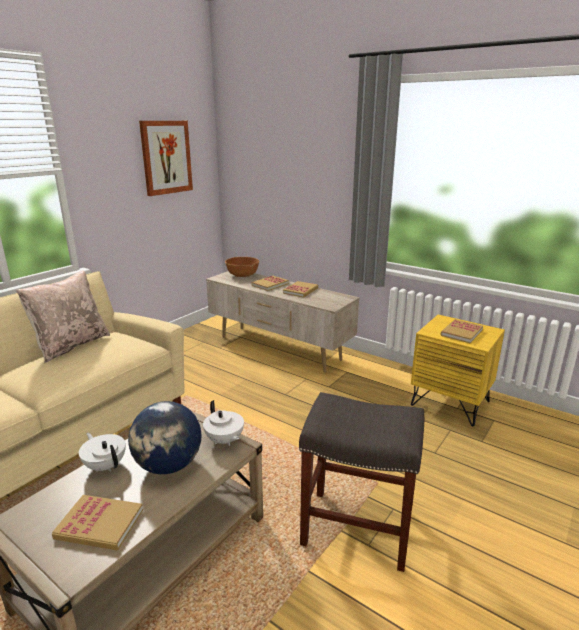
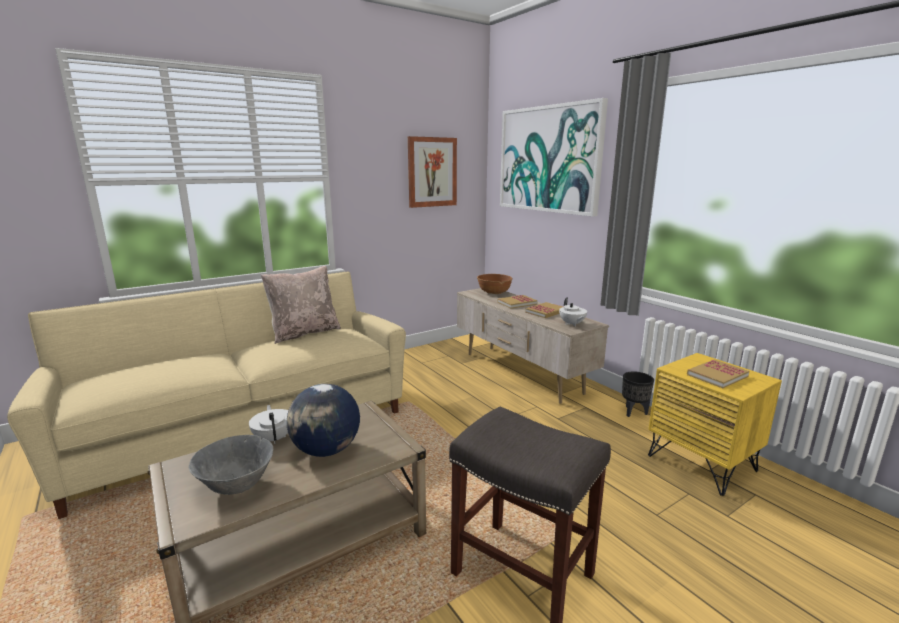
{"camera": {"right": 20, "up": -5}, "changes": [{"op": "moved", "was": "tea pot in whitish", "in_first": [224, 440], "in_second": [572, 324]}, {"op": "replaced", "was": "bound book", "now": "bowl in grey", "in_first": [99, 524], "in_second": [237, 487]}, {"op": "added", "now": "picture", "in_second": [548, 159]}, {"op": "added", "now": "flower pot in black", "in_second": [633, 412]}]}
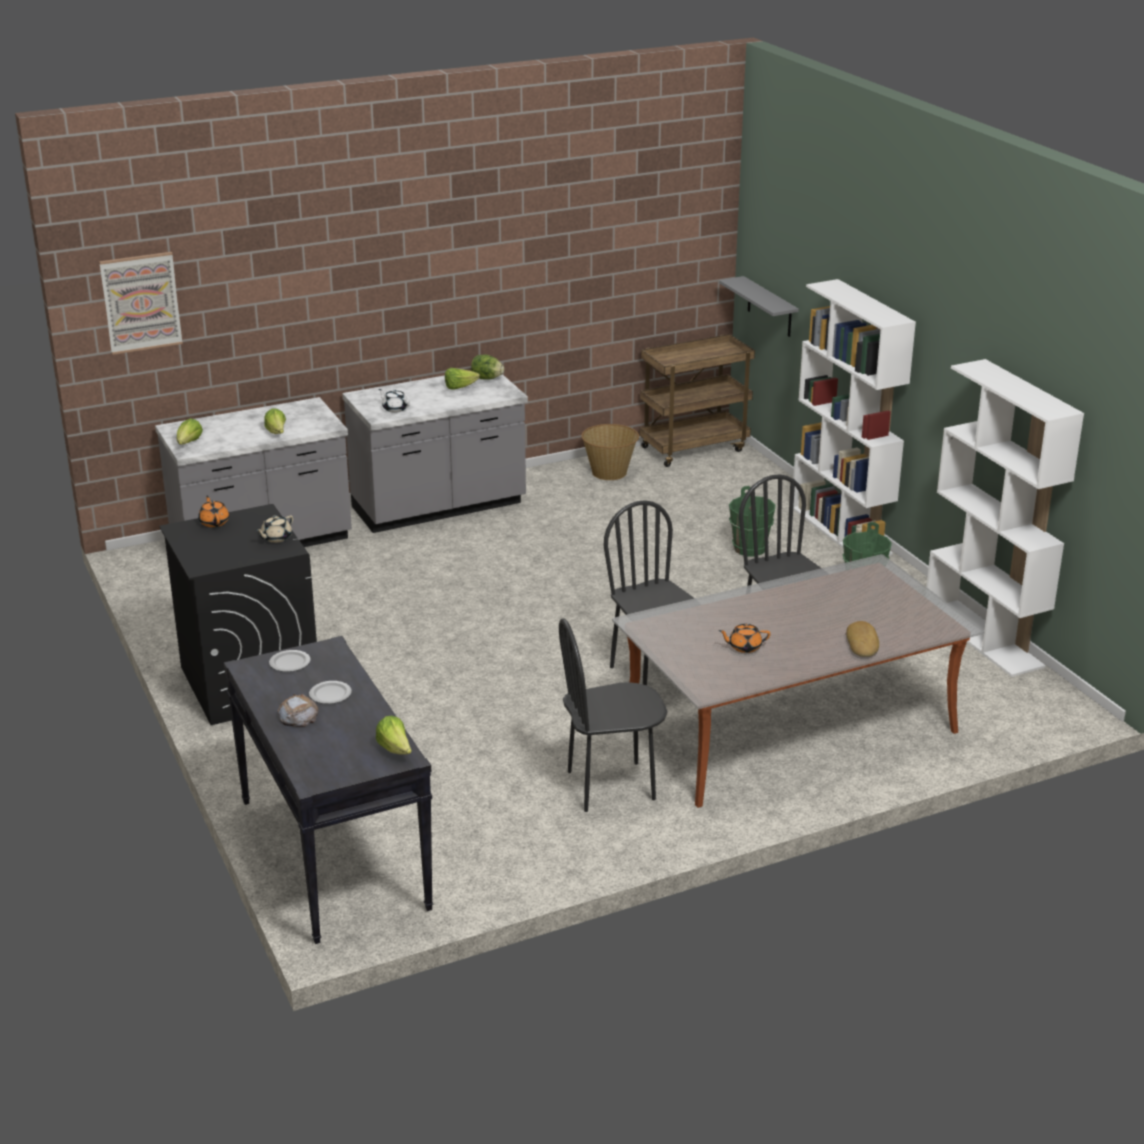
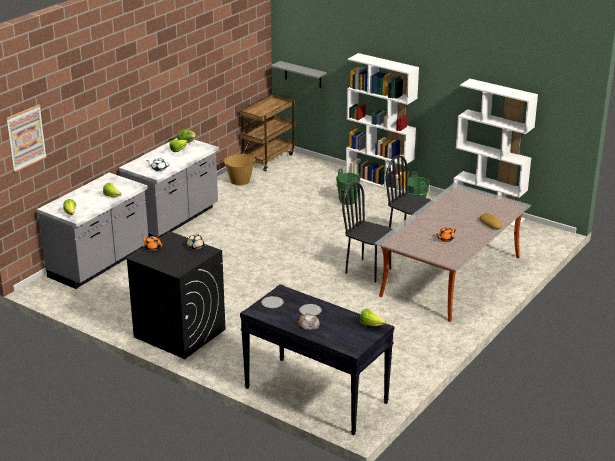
{"camera": {"right": -30, "up": 0}, "changes": [{"op": "removed", "was": "chair in black", "in_first": [611, 786]}]}
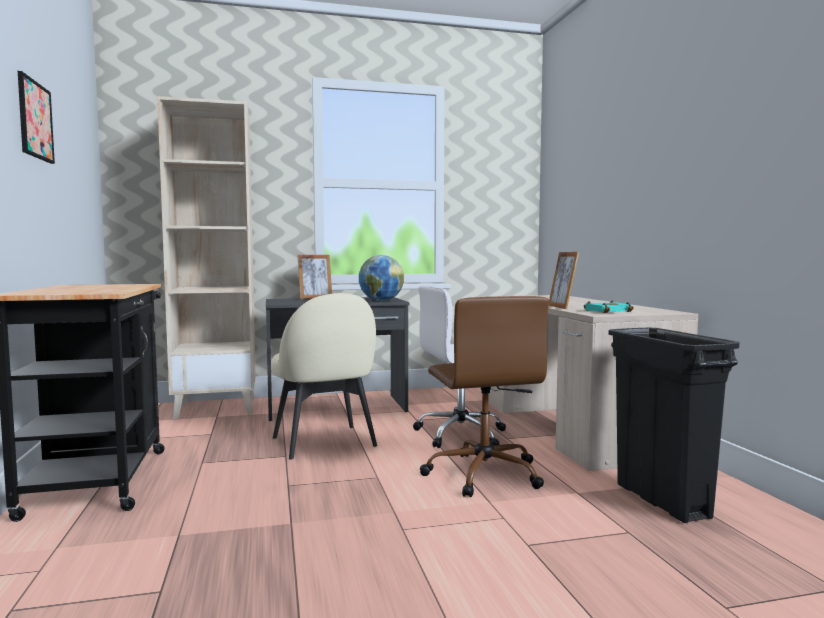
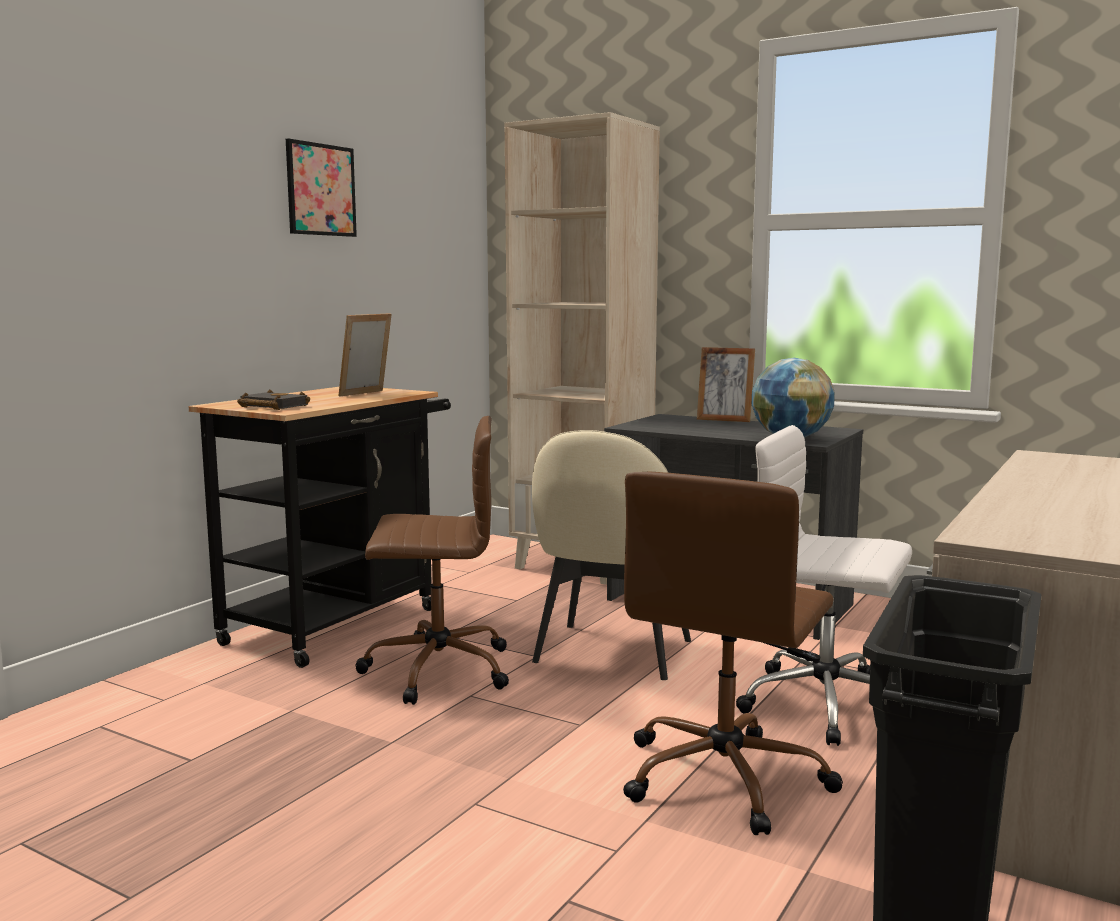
{"camera": {"right": 45, "up": 5}, "changes": [{"op": "moved", "was": "picture frame", "in_first": [562, 307], "in_second": [366, 394]}, {"op": "removed", "was": "bound book in turquoise-coloured", "in_first": [607, 311]}, {"op": "added", "now": "bound book in black", "in_second": [271, 406]}, {"op": "added", "now": "computer chair in brownish", "in_second": [435, 669]}]}
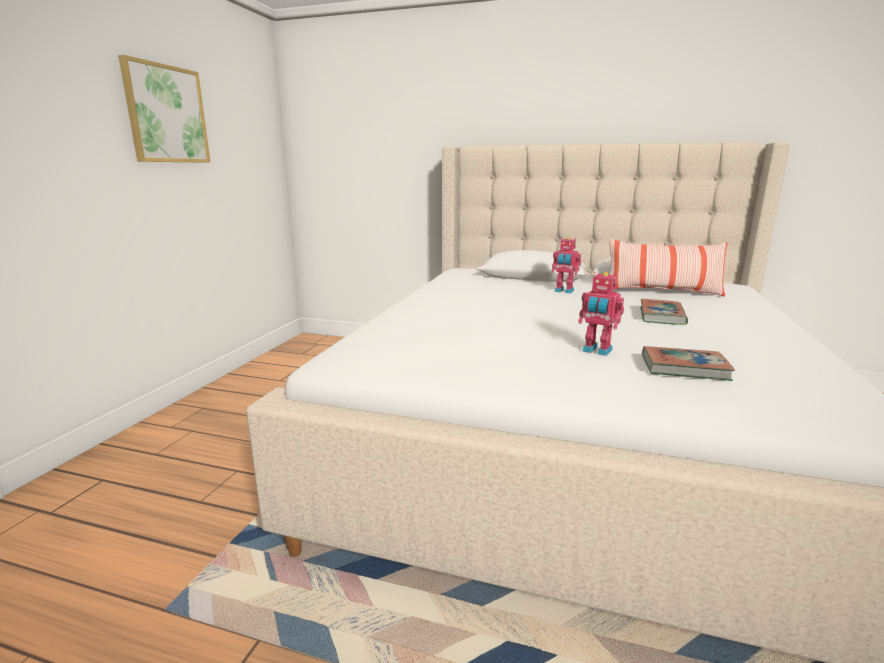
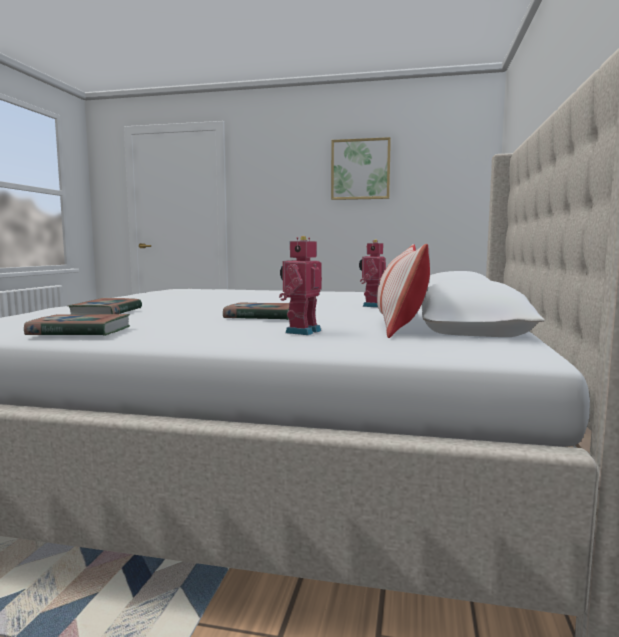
{"camera": {"right": 85, "up": -10}, "changes": [{"op": "moved", "was": "model robot", "in_first": [596, 351], "in_second": [301, 331]}, {"op": "added", "now": "bound book", "in_second": [80, 331]}]}
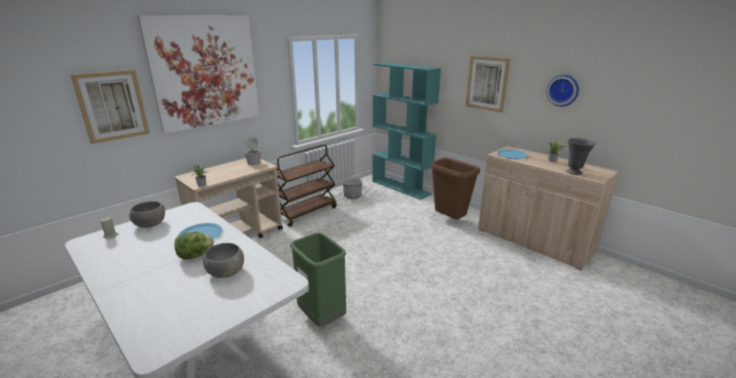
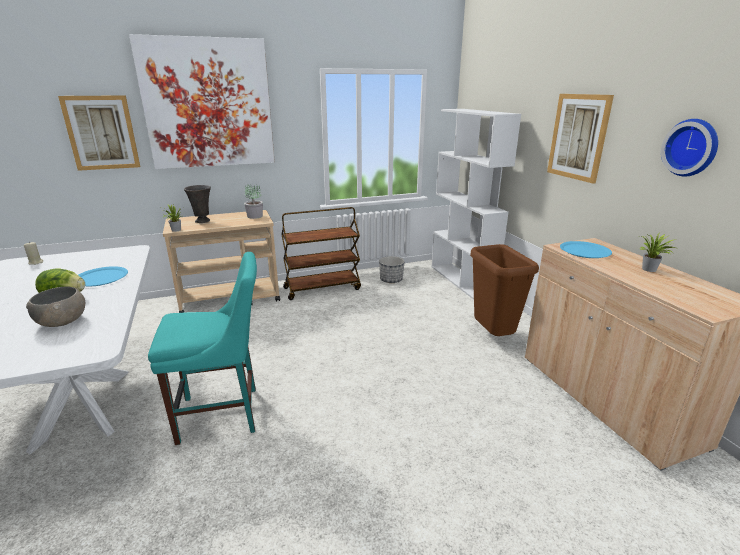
{"camera": {"right": 25, "up": 0}, "changes": [{"op": "recoloured", "was": "bookshelf in turquoise-coloured", "now": "bookshelf in whitish", "in_first": [401, 187], "in_second": [462, 281]}, {"op": "moved", "was": "vase in grey", "in_first": [574, 172], "in_second": [202, 221]}, {"op": "removed", "was": "bowl in grey", "in_first": [150, 224]}, {"op": "replaced", "was": "waste bin in green-coloured", "now": "chair in turquoise-coloured", "in_first": [322, 317], "in_second": [224, 414]}]}
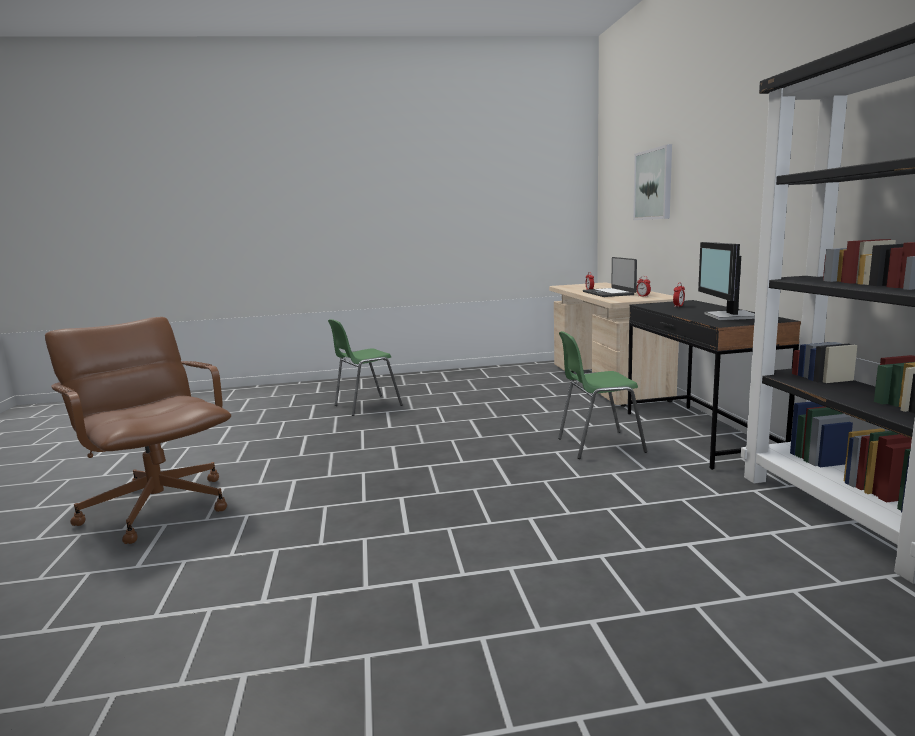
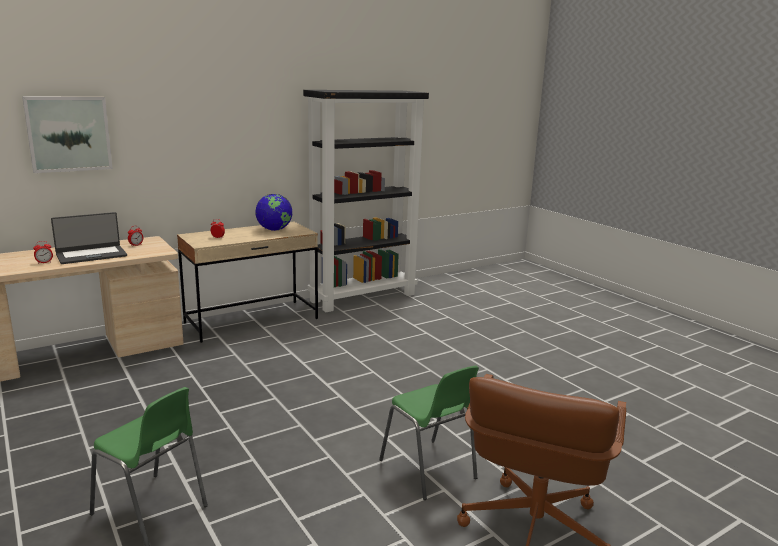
{"camera": {"right": -115, "up": 5}, "changes": [{"op": "replaced", "was": "computer screen", "now": "desk globe", "in_first": [729, 316], "in_second": [274, 230]}, {"op": "recoloured", "was": "desk unit in black", "now": "desk unit in sand-coloured", "in_first": [698, 434], "in_second": [252, 321]}, {"op": "moved", "was": "chair in green-coloured", "in_first": [598, 445], "in_second": [429, 470]}]}
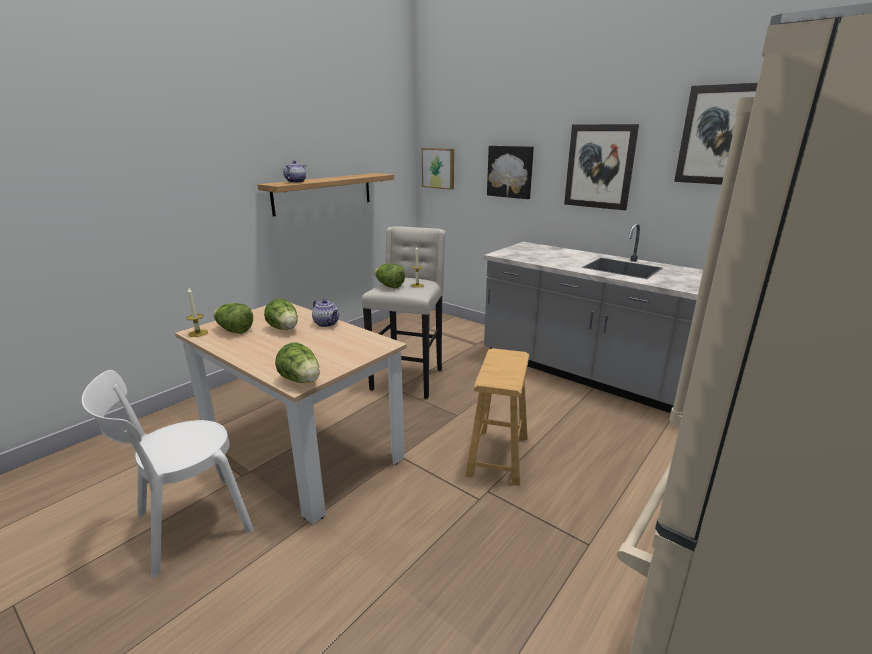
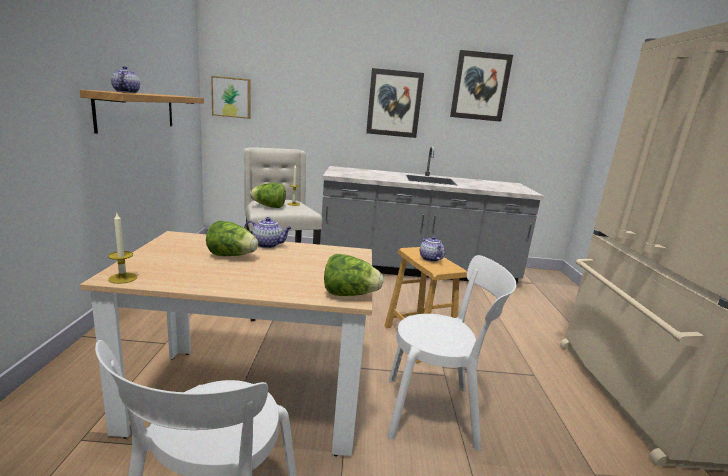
{"camera": {"right": -40, "up": -5}, "changes": [{"op": "removed", "was": "picture", "in_first": [510, 171]}, {"op": "removed", "was": "head of lettuce", "in_first": [234, 330]}, {"op": "added", "now": "tea pot", "in_second": [429, 258]}, {"op": "added", "now": "chair in whitish", "in_second": [436, 411]}]}
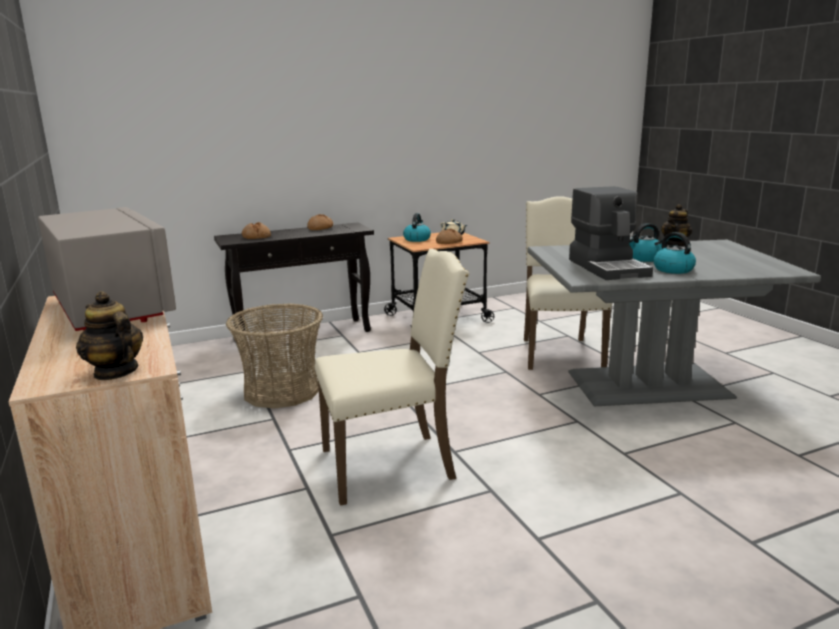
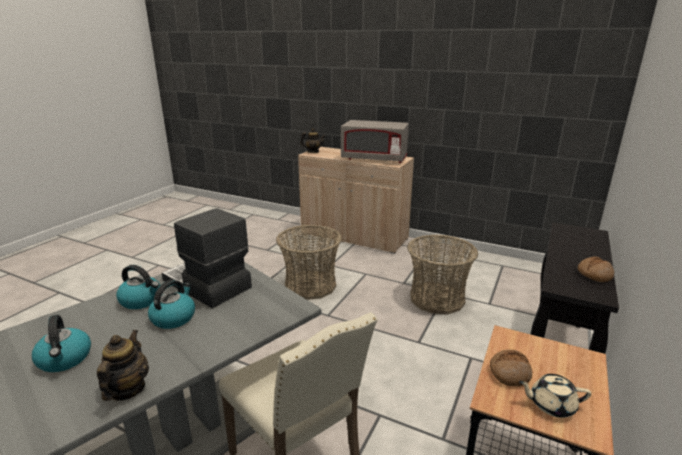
{"camera": {"right": 140, "up": 5}, "changes": [{"op": "moved", "was": "tea kettle", "in_first": [417, 239], "in_second": [65, 359]}, {"op": "removed", "was": "baked bread", "in_first": [256, 237]}, {"op": "replaced", "was": "chair in sand-coloured", "now": "basket", "in_first": [391, 465], "in_second": [310, 285]}]}
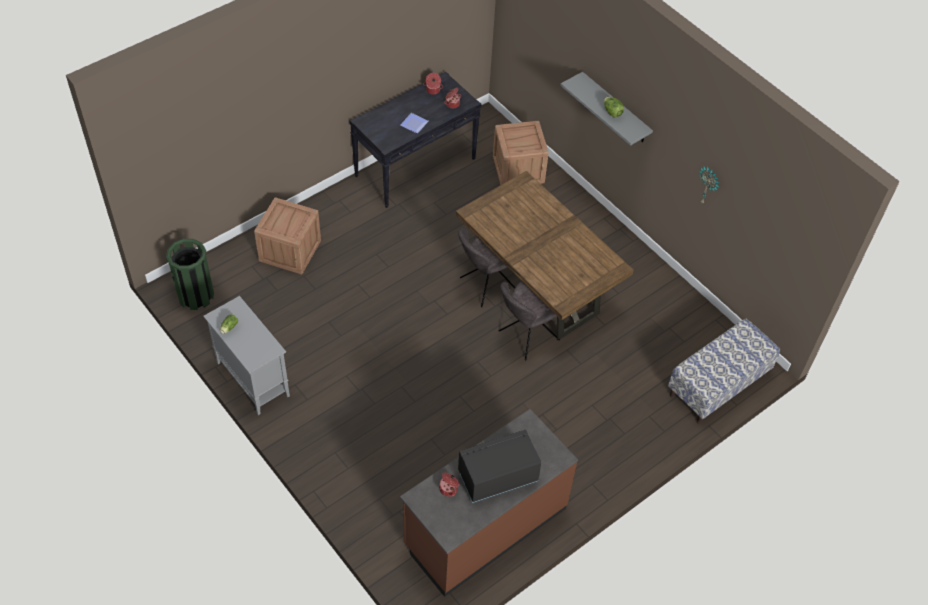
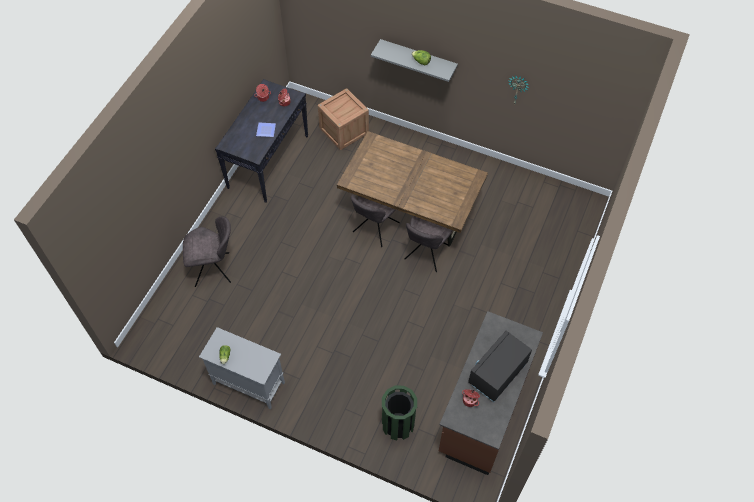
{"camera": {"right": -25, "up": 5}, "changes": [{"op": "replaced", "was": "packing crate", "now": "chair in grey", "in_first": [290, 251], "in_second": [214, 269]}, {"op": "moved", "was": "waste bin in green-coloured", "in_first": [196, 295], "in_second": [398, 424]}, {"op": "removed", "was": "bench", "in_first": [718, 385]}]}
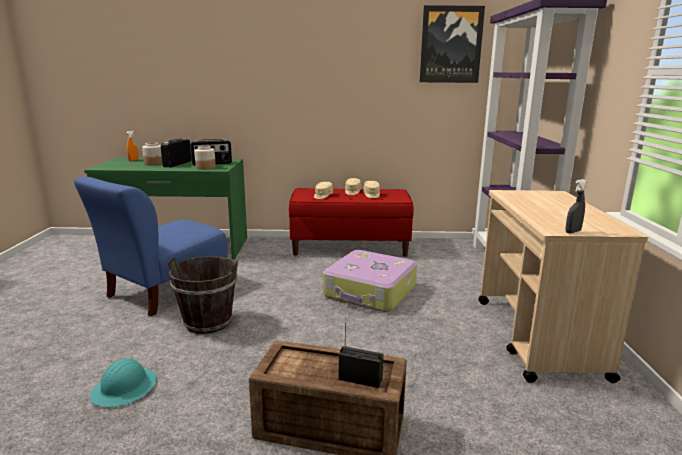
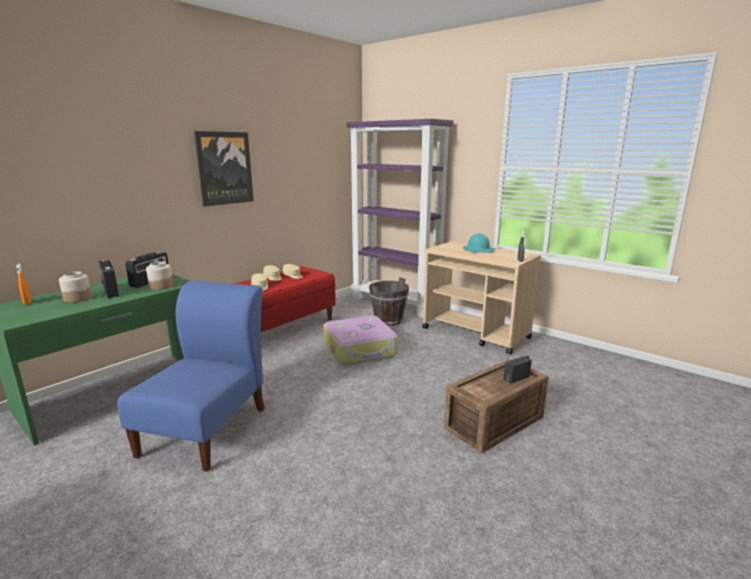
{"camera": {"right": -50, "up": 0}, "changes": [{"op": "moved", "was": "picture", "in_first": [451, 45], "in_second": [224, 168]}, {"op": "turned", "was": "chair in blue", "in_first": [163, 291], "in_second": [208, 428], "clockwise": -150}, {"op": "moved", "was": "bucket in brownish", "in_first": [207, 322], "in_second": [388, 320]}, {"op": "moved", "was": "safety helmet in turquoise-coloured", "in_first": [125, 389], "in_second": [478, 250]}]}
